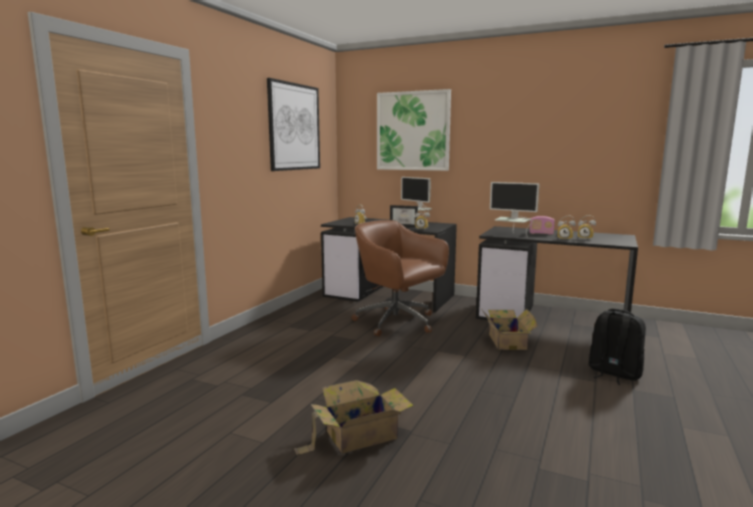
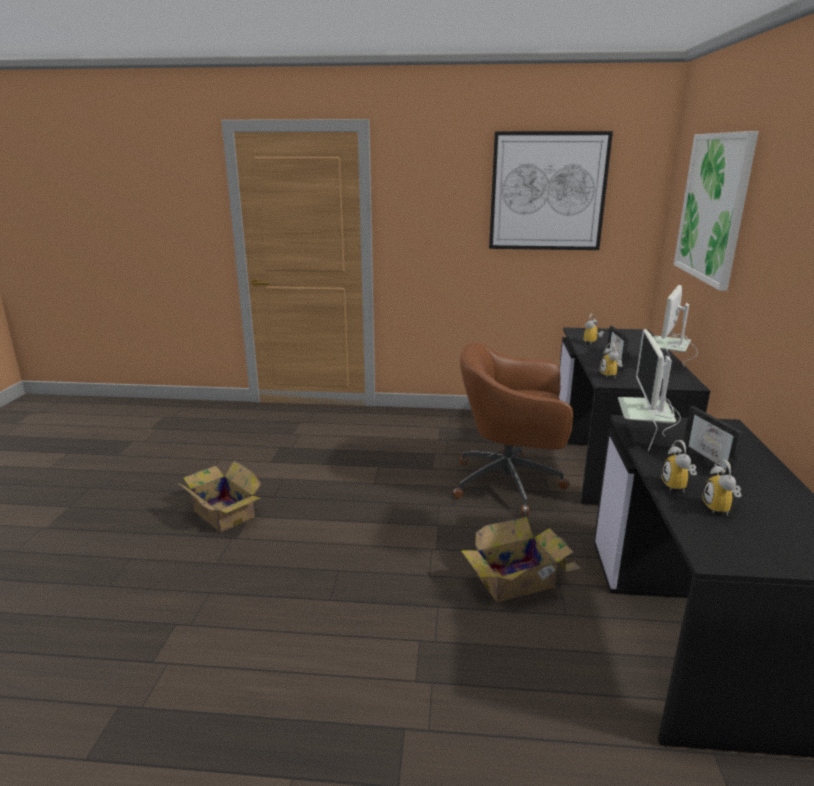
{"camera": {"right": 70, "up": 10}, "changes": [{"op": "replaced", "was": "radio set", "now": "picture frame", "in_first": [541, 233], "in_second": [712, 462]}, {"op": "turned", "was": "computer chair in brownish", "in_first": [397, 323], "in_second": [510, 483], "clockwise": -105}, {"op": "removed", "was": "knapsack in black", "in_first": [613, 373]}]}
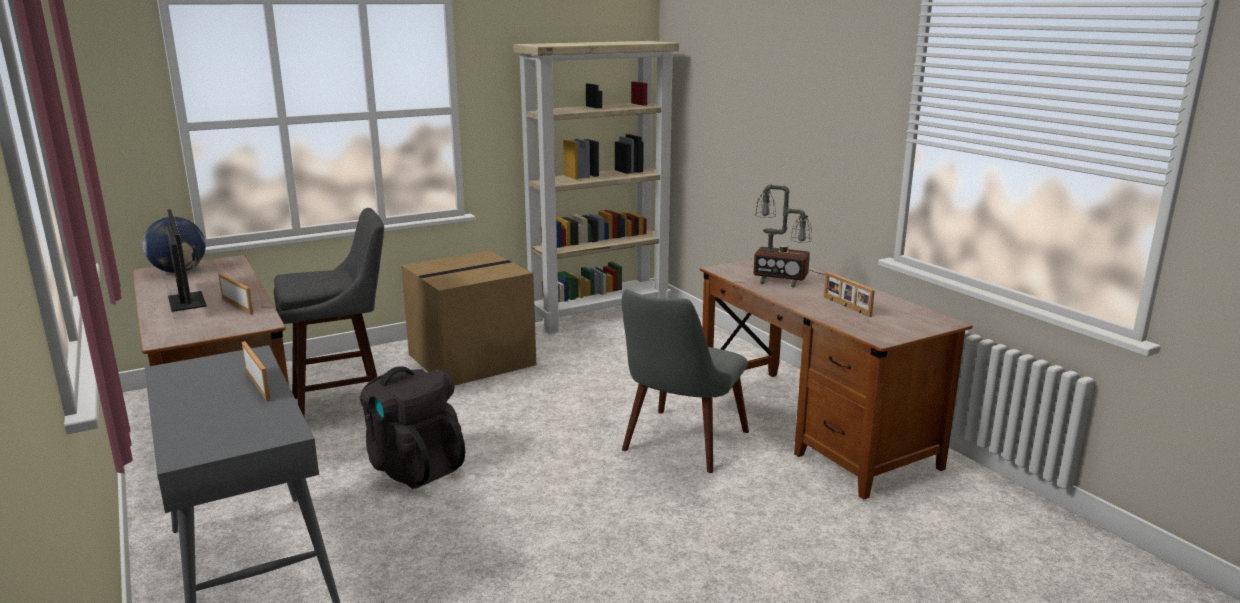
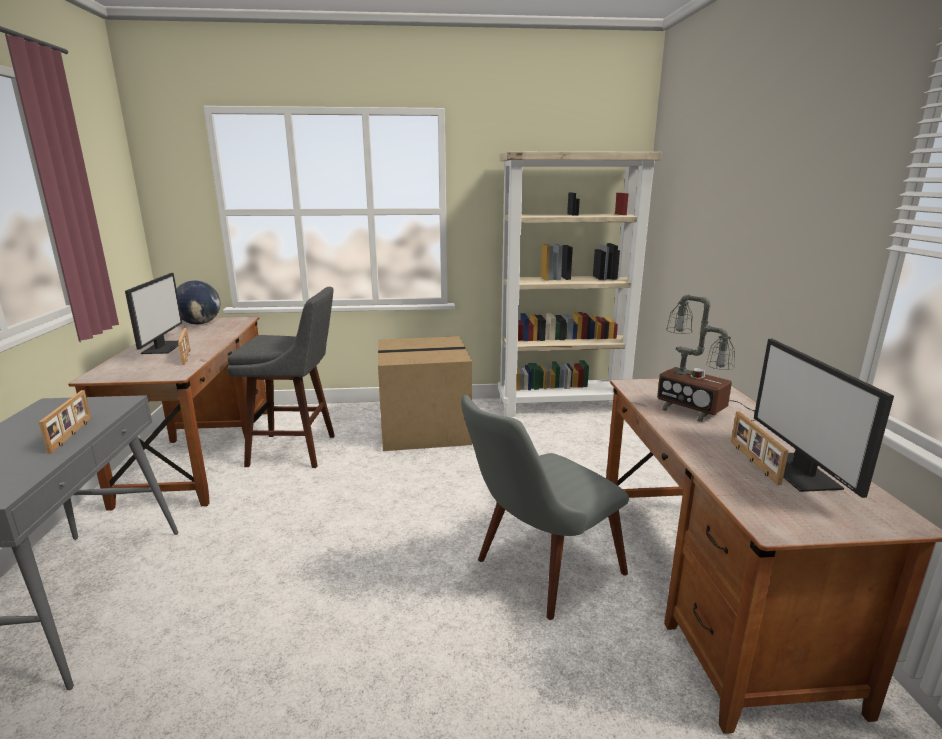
{"camera": {"right": 25, "up": 0}, "changes": [{"op": "removed", "was": "knapsack in black", "in_first": [413, 466]}, {"op": "added", "now": "computer screen", "in_second": [800, 472]}]}
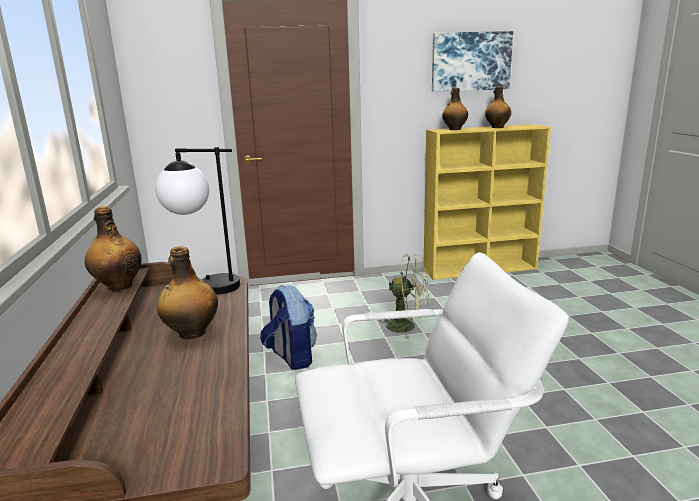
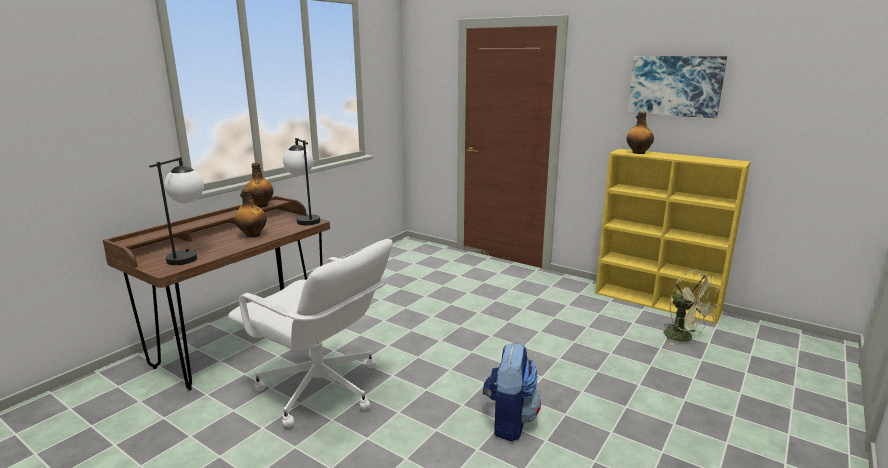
{"camera": {"right": 45, "up": 0}, "changes": [{"op": "removed", "was": "drink bottle", "in_first": [497, 127]}, {"op": "moved", "was": "cooling fan in green-coloured", "in_first": [407, 326], "in_second": [684, 338]}, {"op": "moved", "was": "knapsack", "in_first": [291, 357], "in_second": [509, 421]}, {"op": "added", "now": "table lamp", "in_second": [189, 255]}]}
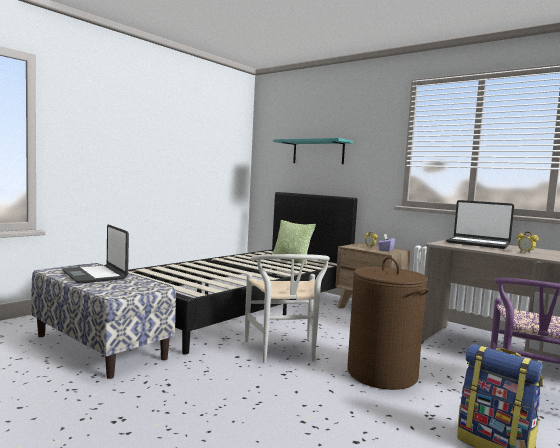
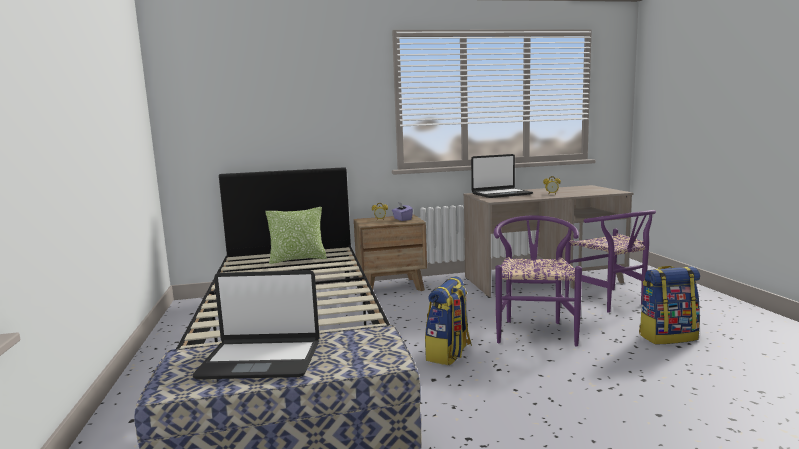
{"camera": {"right": -50, "up": 5}, "changes": [{"op": "removed", "was": "bracket shelf in turquoise-coloured", "in_first": [318, 152]}, {"op": "replaced", "was": "chair in whitish", "now": "knapsack", "in_first": [284, 352], "in_second": [449, 354]}, {"op": "replaced", "was": "washing basket in brownish", "now": "chair in purple", "in_first": [382, 374], "in_second": [534, 330]}]}
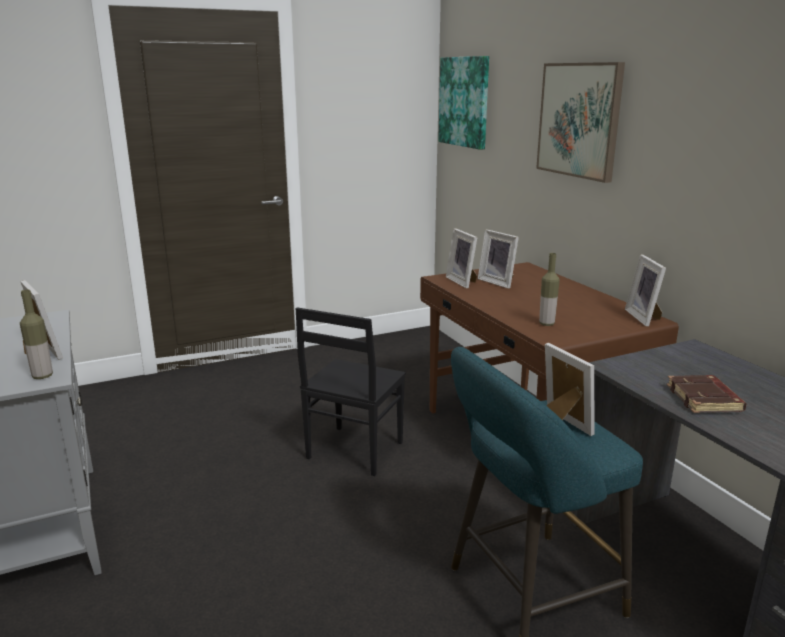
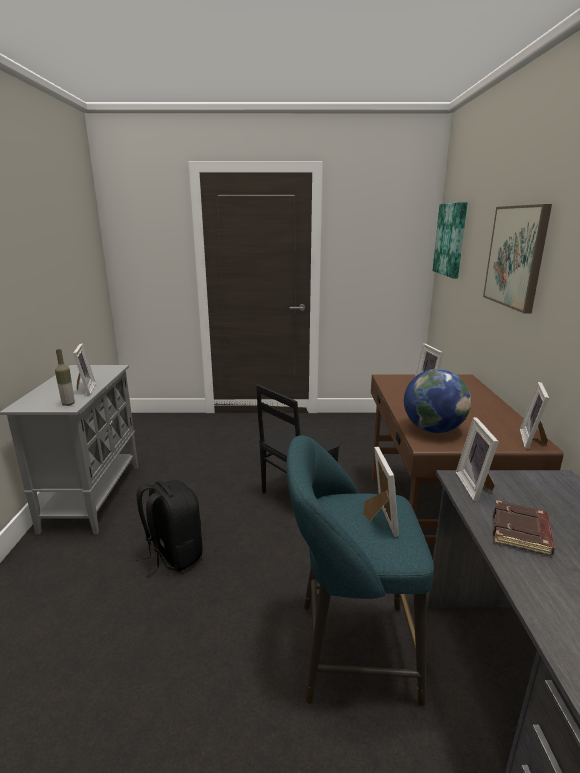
{"camera": {"right": 25, "up": 0}, "changes": [{"op": "moved", "was": "picture frame", "in_first": [463, 282], "in_second": [476, 486]}, {"op": "replaced", "was": "drink bottle", "now": "desk globe", "in_first": [546, 324], "in_second": [433, 429]}, {"op": "added", "now": "knapsack in black", "in_second": [173, 555]}]}
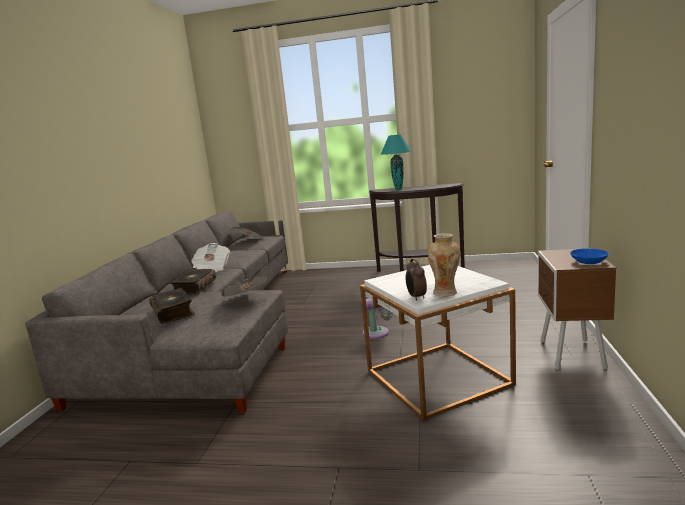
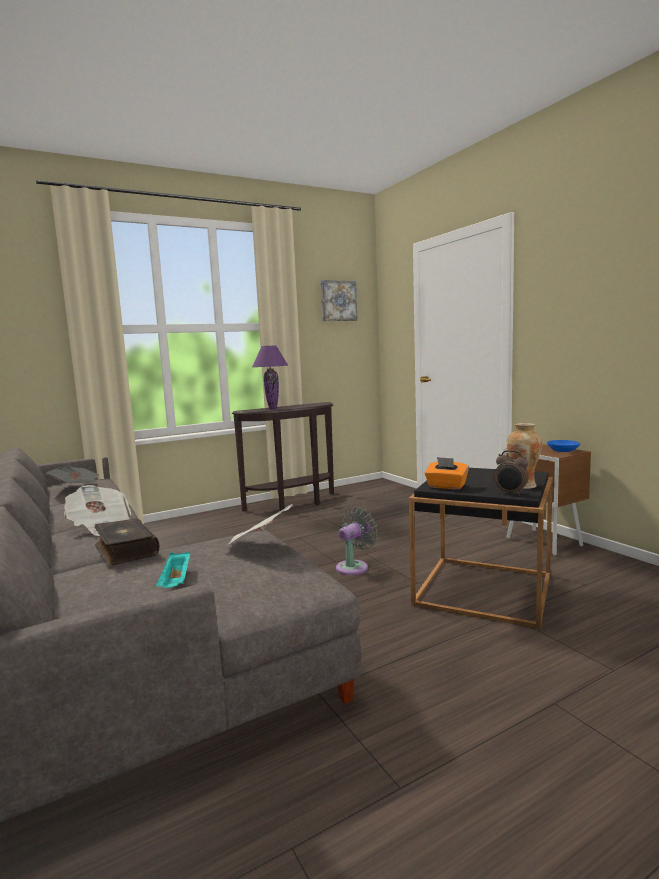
{"camera": {"right": -40, "up": -5}, "changes": [{"op": "recoloured", "was": "table lamp in turquoise-coloured", "now": "table lamp in purple", "in_first": [398, 189], "in_second": [272, 408]}, {"op": "recoloured", "was": "end table in whitish", "now": "end table in black", "in_first": [438, 377], "in_second": [483, 589]}, {"op": "replaced", "was": "bound book", "now": "tray in turquoise-coloured", "in_first": [173, 312], "in_second": [176, 583]}, {"op": "added", "now": "picture", "in_second": [338, 301]}, {"op": "added", "now": "box of tissues in orangey", "in_second": [446, 486]}]}
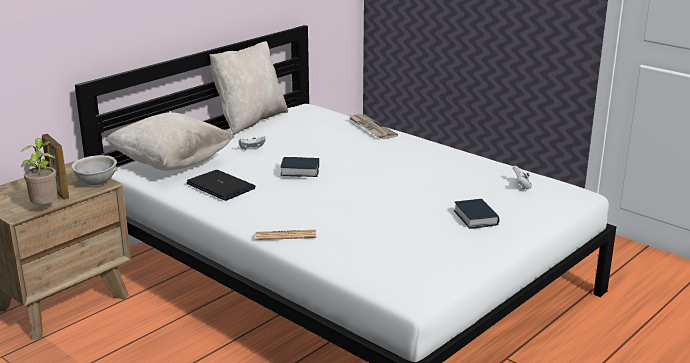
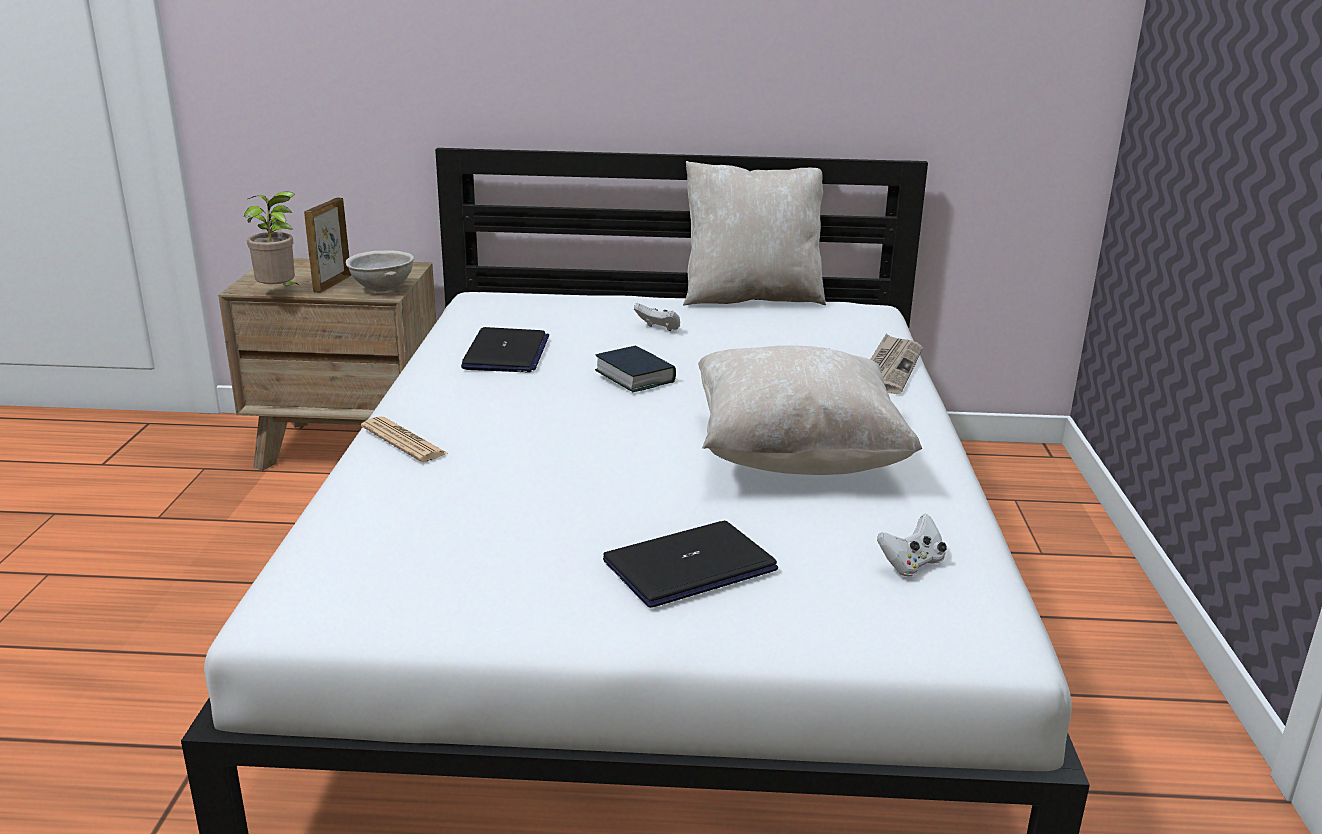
{"camera": {"right": 50, "up": 0}, "changes": [{"op": "moved", "was": "pillow in sand-coloured", "in_first": [172, 164], "in_second": [796, 457]}, {"op": "replaced", "was": "bound book", "now": "laptop", "in_first": [476, 218], "in_second": [689, 566]}]}
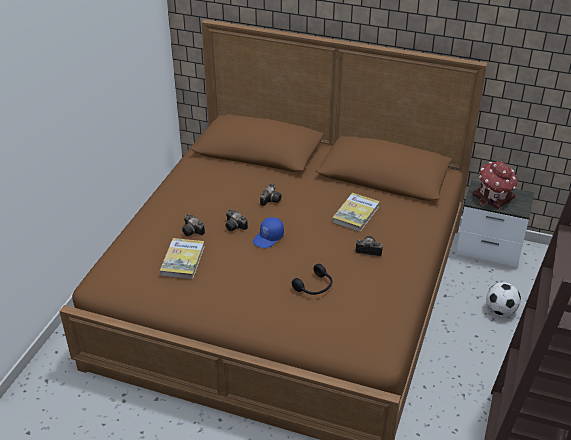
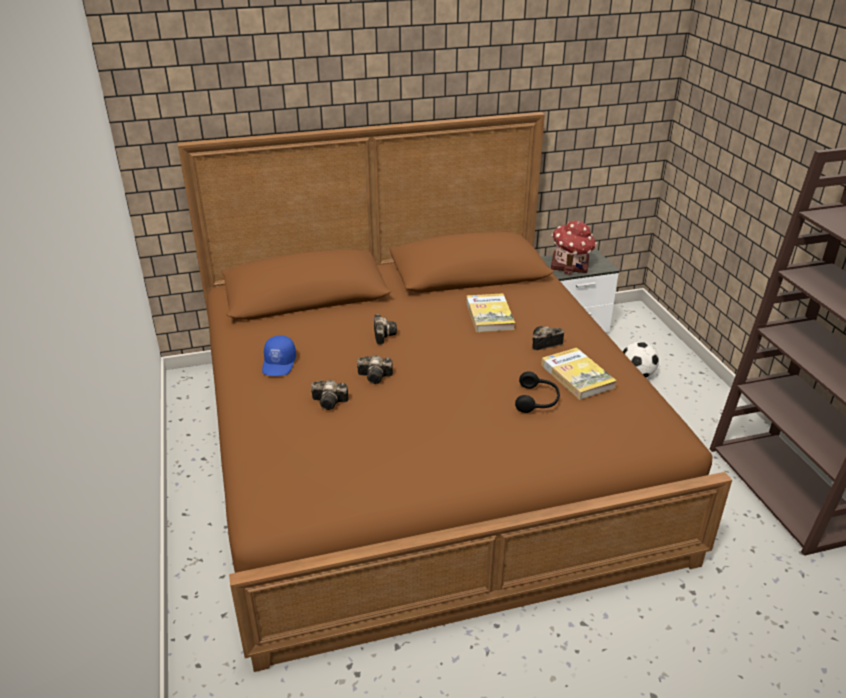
{"camera": {"right": -35, "up": -5}, "changes": [{"op": "moved", "was": "baseball cap in blue", "in_first": [268, 238], "in_second": [279, 364]}, {"op": "moved", "was": "bound book", "in_first": [182, 260], "in_second": [577, 376]}]}
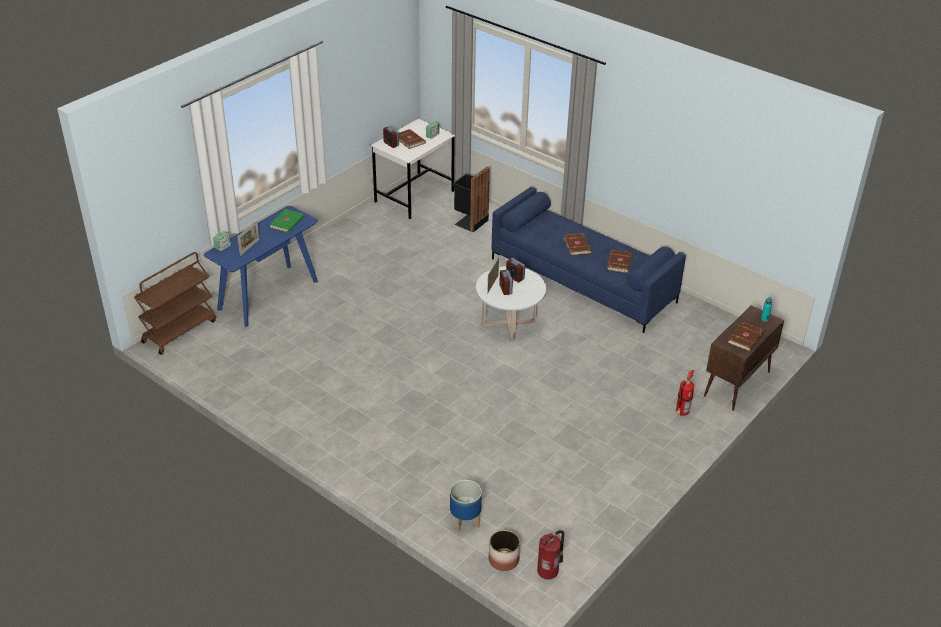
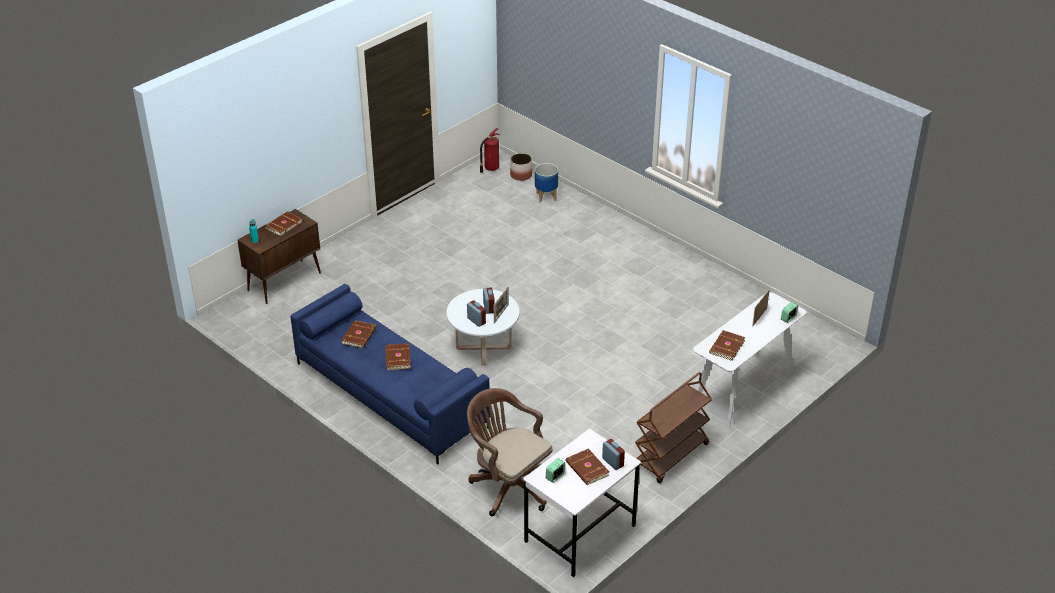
{"camera": {"right": -175, "up": 0}, "changes": [{"op": "replaced", "was": "waste bin in black", "now": "computer chair in brownish", "in_first": [470, 222], "in_second": [508, 485]}, {"op": "recoloured", "was": "narrow table in blue", "now": "narrow table in whitish", "in_first": [268, 295], "in_second": [743, 390]}, {"op": "recoloured", "was": "bound book in green-coloured", "now": "bound book in brownish", "in_first": [287, 222], "in_second": [726, 347]}, {"op": "moved", "was": "cart in brownish", "in_first": [179, 331], "in_second": [671, 456]}, {"op": "removed", "was": "extinguisher", "in_first": [681, 413]}]}
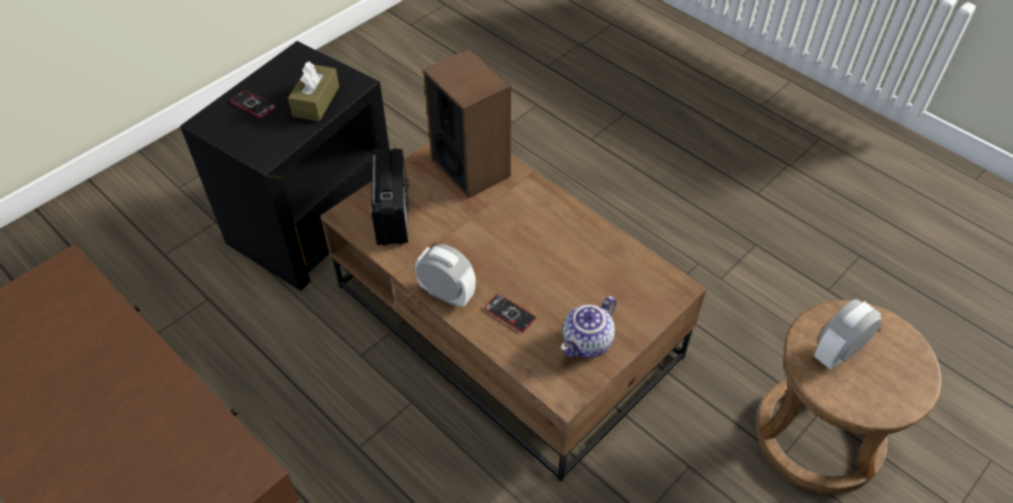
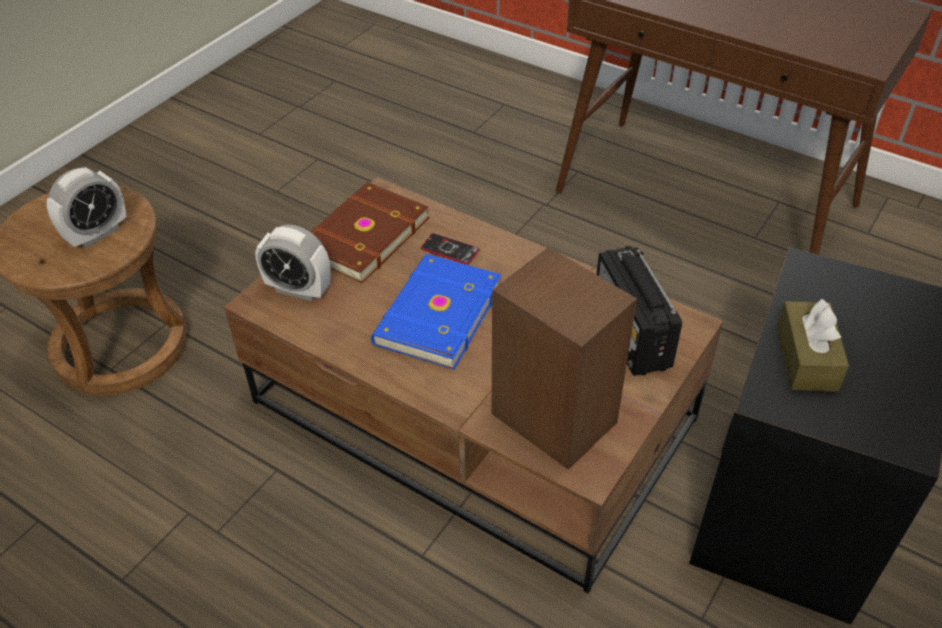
{"camera": {"right": 170, "up": -5}, "changes": [{"op": "removed", "was": "handset", "in_first": [253, 105]}, {"op": "moved", "was": "bedside clock", "in_first": [446, 294], "in_second": [298, 289]}, {"op": "replaced", "was": "tea pot", "now": "bound book in brownish", "in_first": [587, 343], "in_second": [362, 235]}, {"op": "added", "now": "bound book in blue", "in_second": [435, 314]}]}
